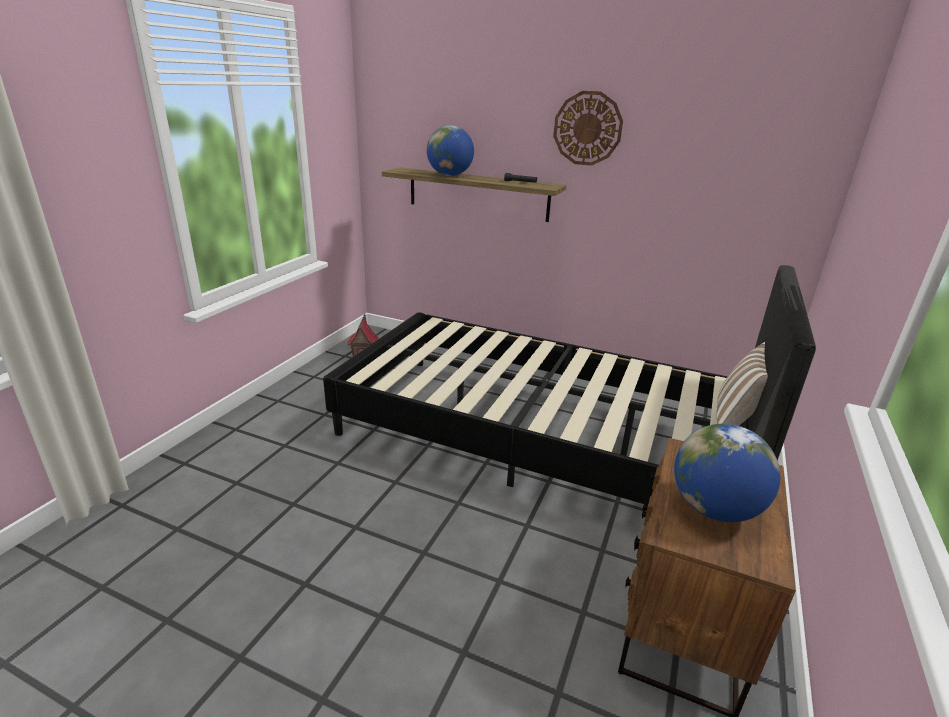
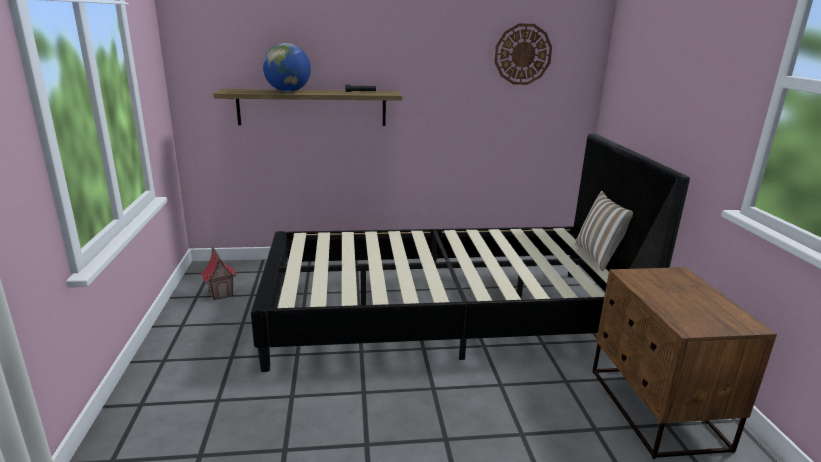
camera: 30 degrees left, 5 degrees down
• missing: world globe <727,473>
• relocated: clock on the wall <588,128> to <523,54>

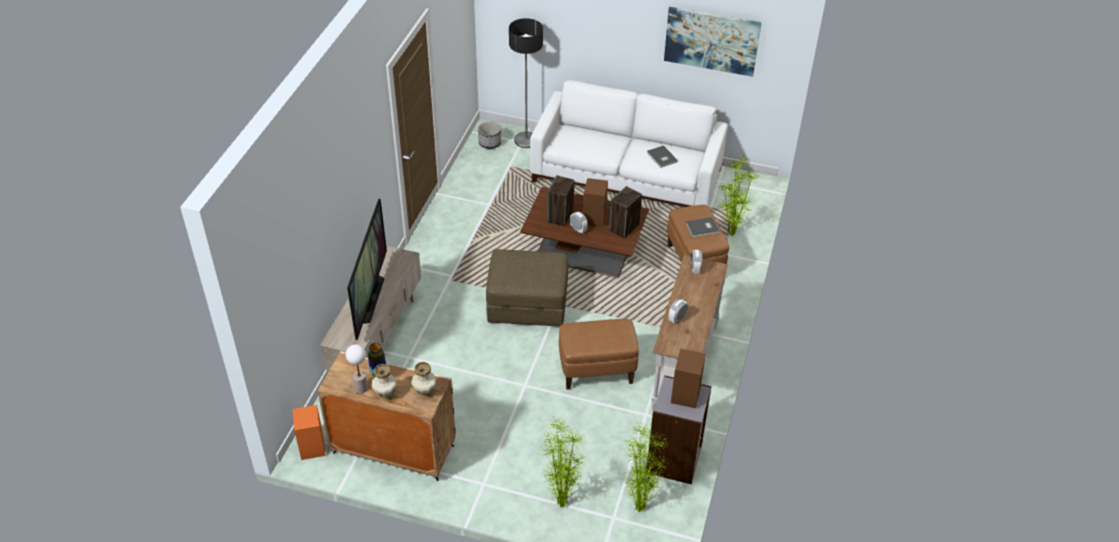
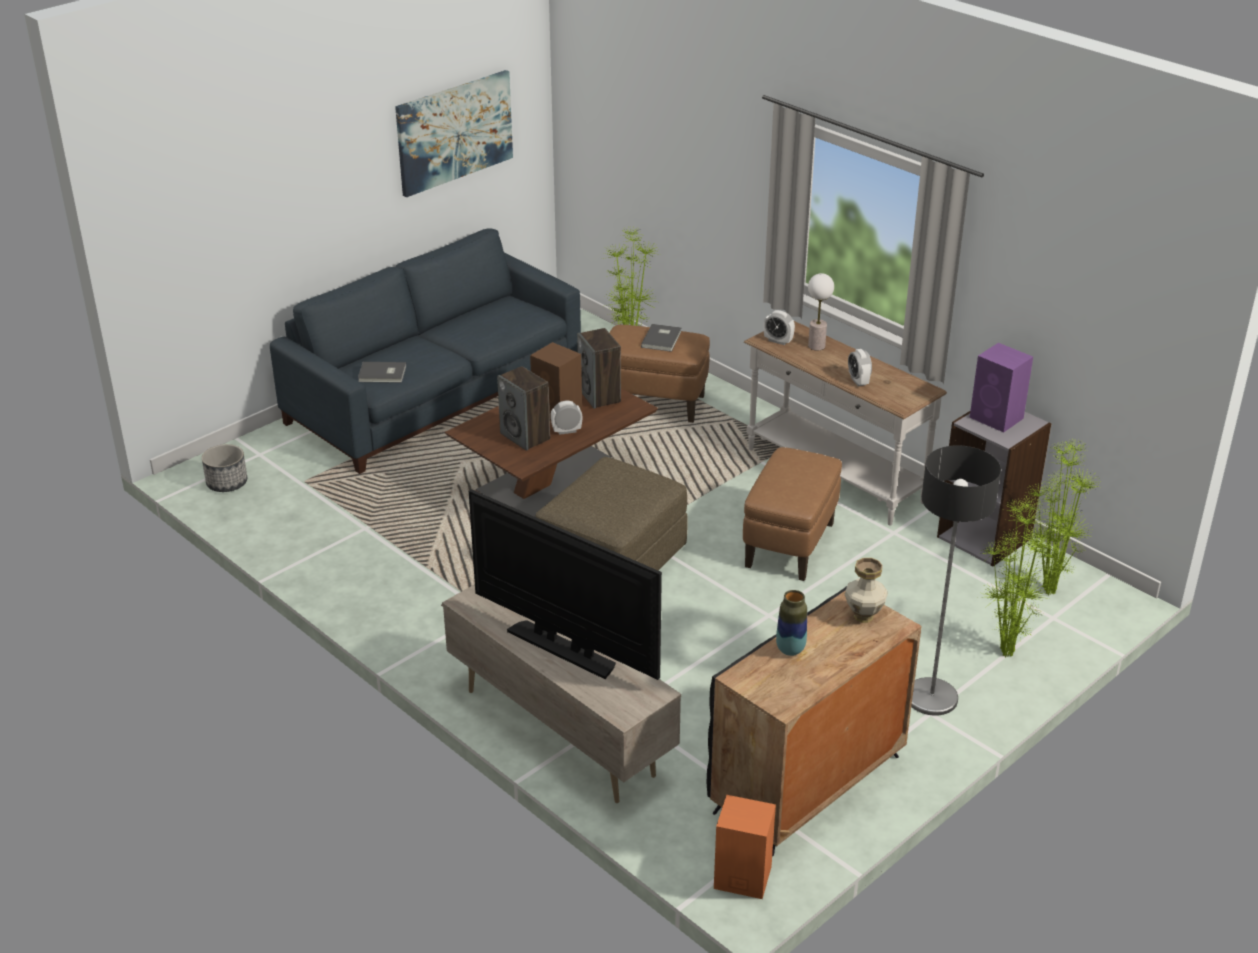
camera: 60 degrees left, 10 degrees down
• missing: decorative vase <384,382>
• relocated: table lamp <357,368> to <821,311>
• relocated: standing lamp <526,83> to <956,580>
• relocated: grey book <662,156> to <382,372>
• colour: beige-coloured storage cabinet <387,416> to black storage cabinet <814,721>
• colour: white-coloured couch <629,143> to blue couch <425,351>
• colour: brownish speaker <688,378> to purplish speaker <1001,387>

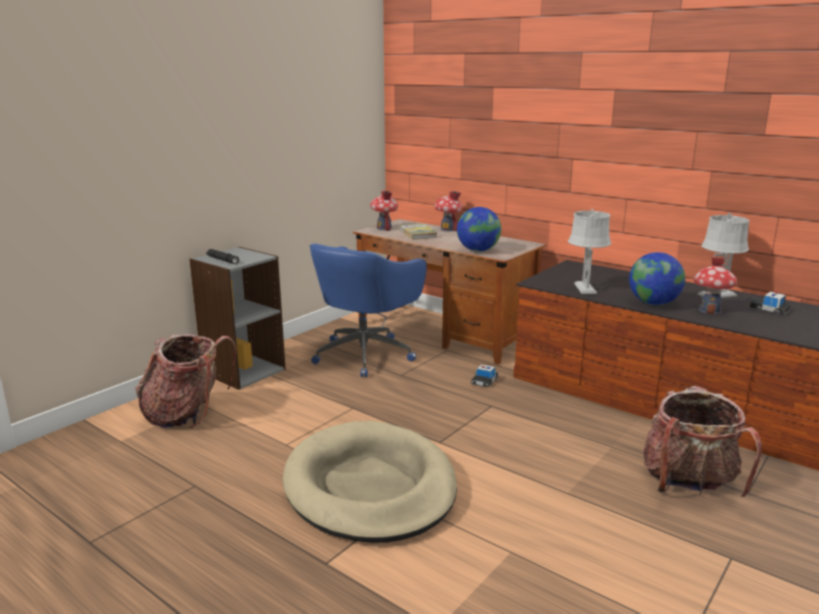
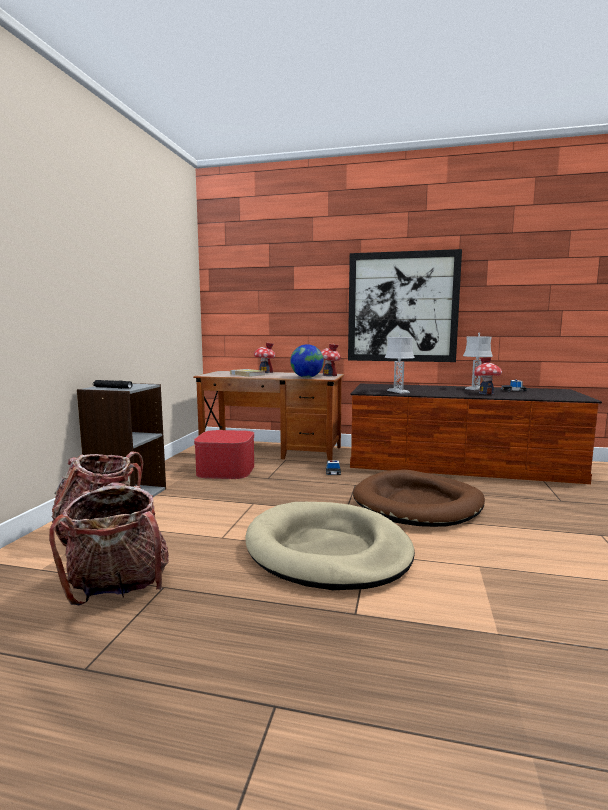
camera: 25 degrees left, 10 degrees down
• missing: world globe <657,278>
• appeared: wall art <405,305>
• appeared: brownish dog bed <419,498>
• relocated: toy house <384,210> to <331,360>
• relocated: backpack <702,442> to <109,543>
• exchanged: blue office chair <368,310> to ottoman <224,454>

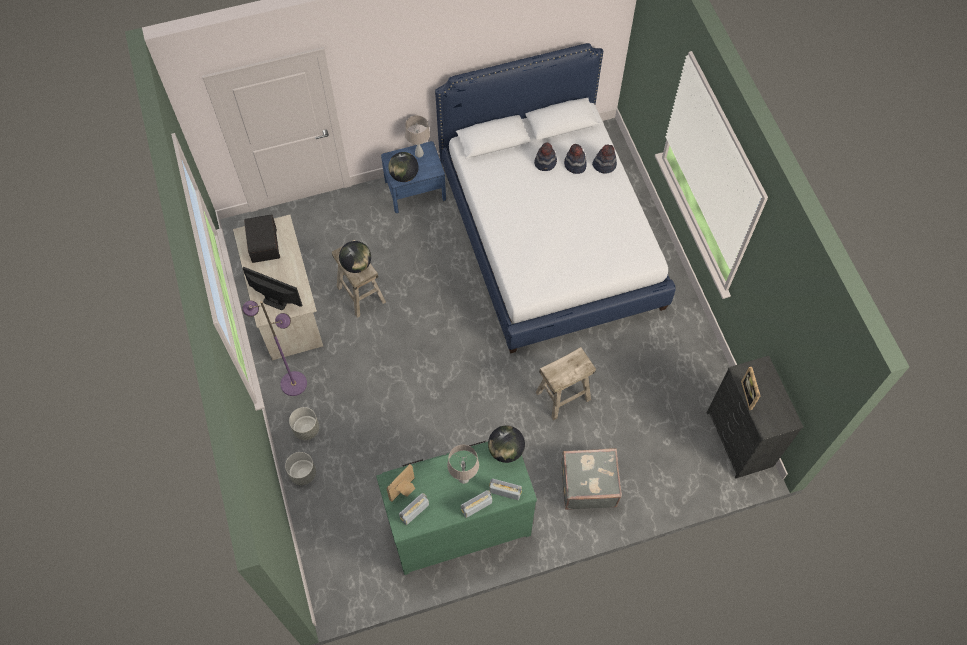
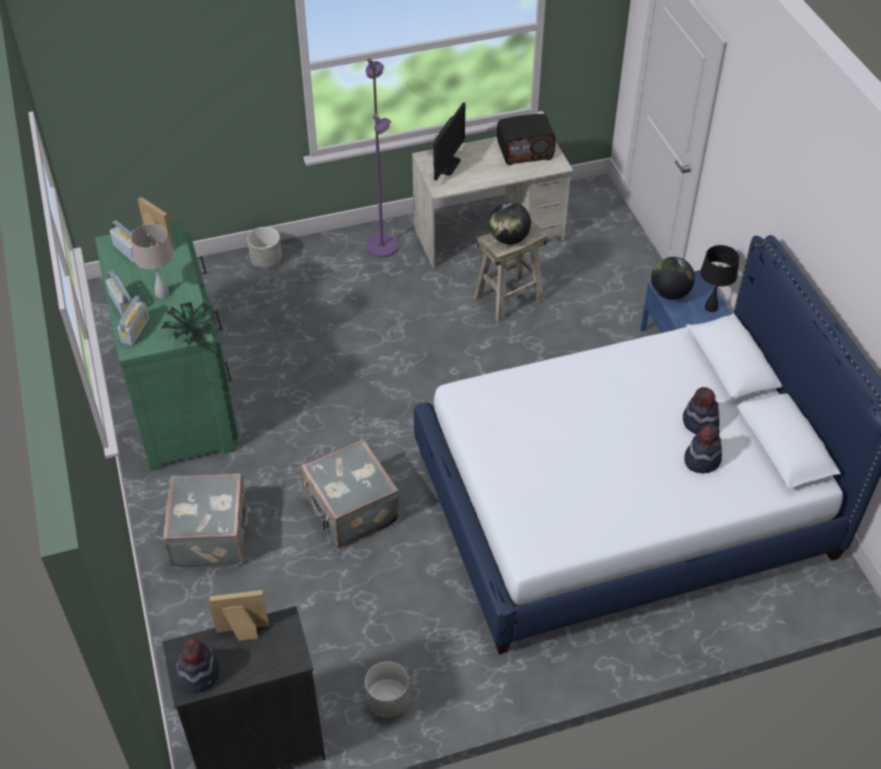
camera: 90 degrees right, 15 degrees down
• relocated: grey flower pot <304,423> to <387,689>
• relocated: hat <604,159> to <197,665>
• exchanged: world globe <506,444> to houseplant <190,324>
• exchanged: beige-coloured stool <566,383> to grey suitcase <350,494>
• colour: beige-coloured table lamp <417,136> to black table lamp <720,278>

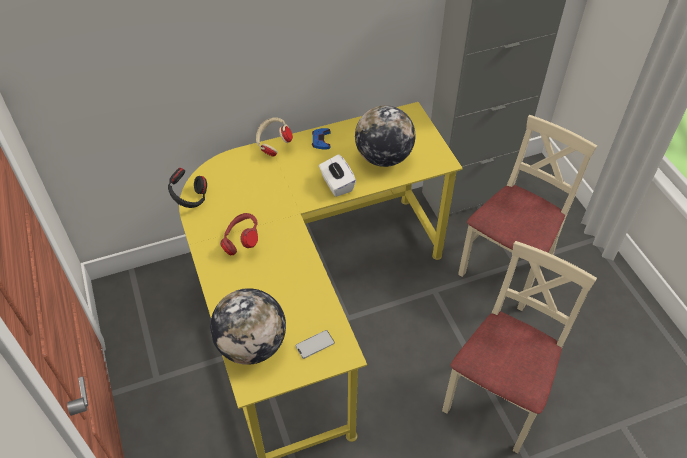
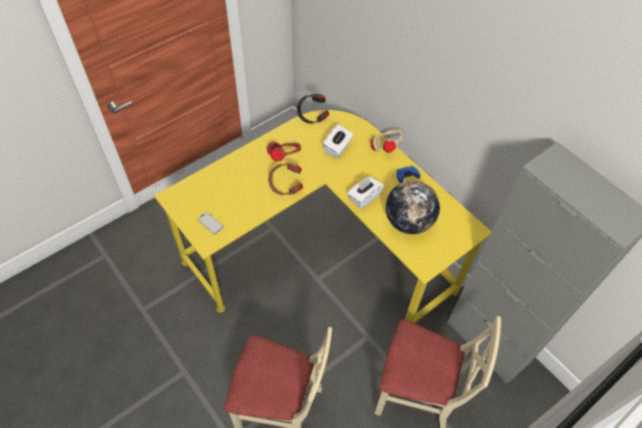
camera: 70 degrees right, 5 degrees up
• missing: world globe <248,326>
• appeared: brownish headphones <285,179>
• appeared: white-coloured box of tissues <338,141>

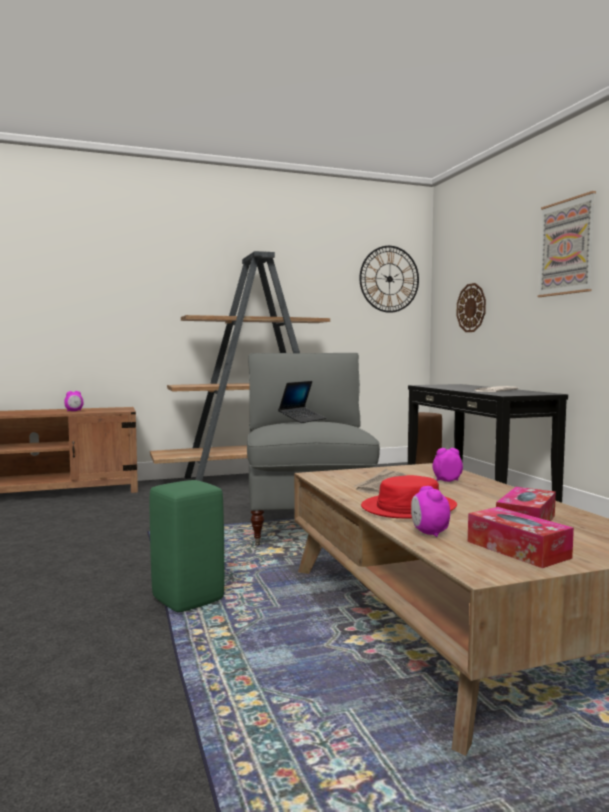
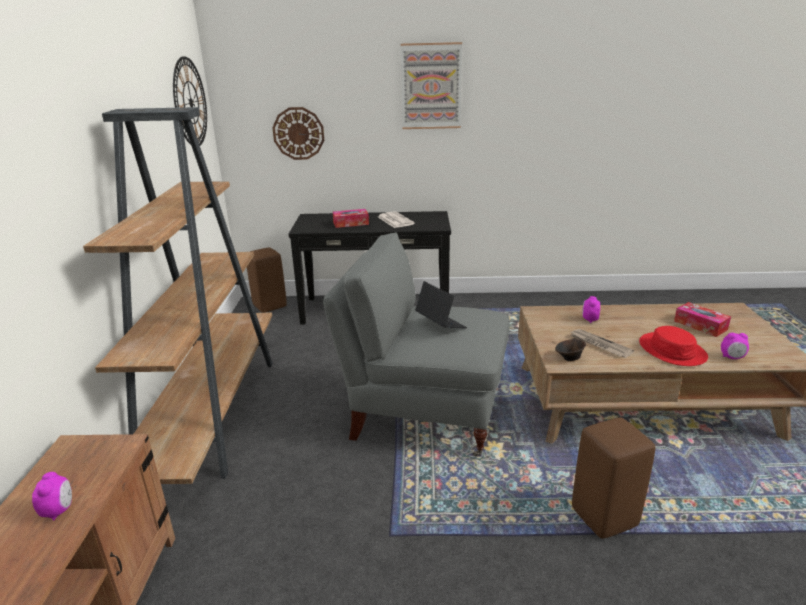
camera: 70 degrees left, 20 degrees up
• appeared: brownish serving bowl <570,349>
• relocated: box of tissues <521,537> to <351,218>
• colour: green-coloured stool <187,546> to brownish stool <613,478>

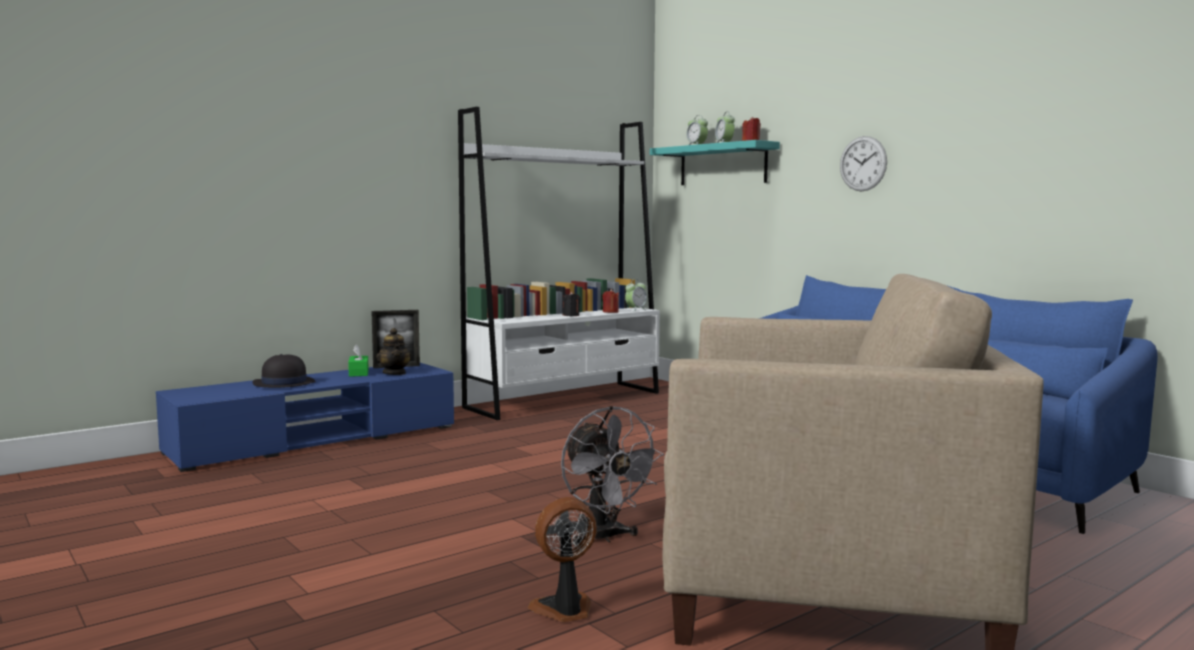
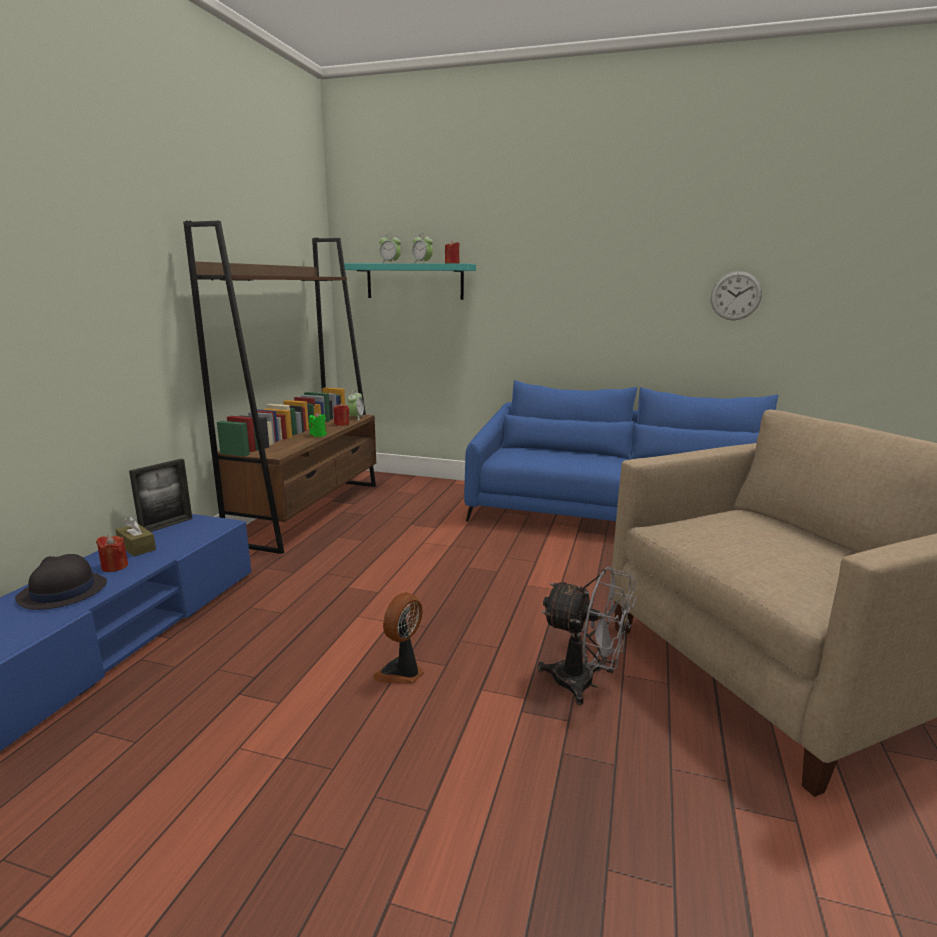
camera: 35 degrees left, 10 degrees up
• missing: teapot <394,351>
• appeared: red-coloured wax light <112,553>
• relocated: electric fan <562,559> to <399,638>
• relocated: clock on the wall <863,163> to <736,295>
• colour: green-coloured box of tissues <358,360> to brownish box of tissues <136,536>
• colour: white-coloured bookshelf <559,264> to brownish bookshelf <279,387>
• colour: black wax light <571,304> to green-coloured wax light <318,424>

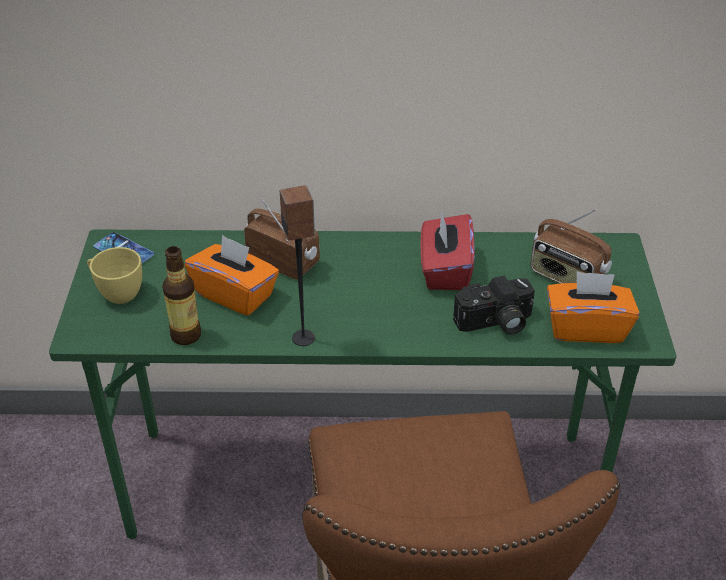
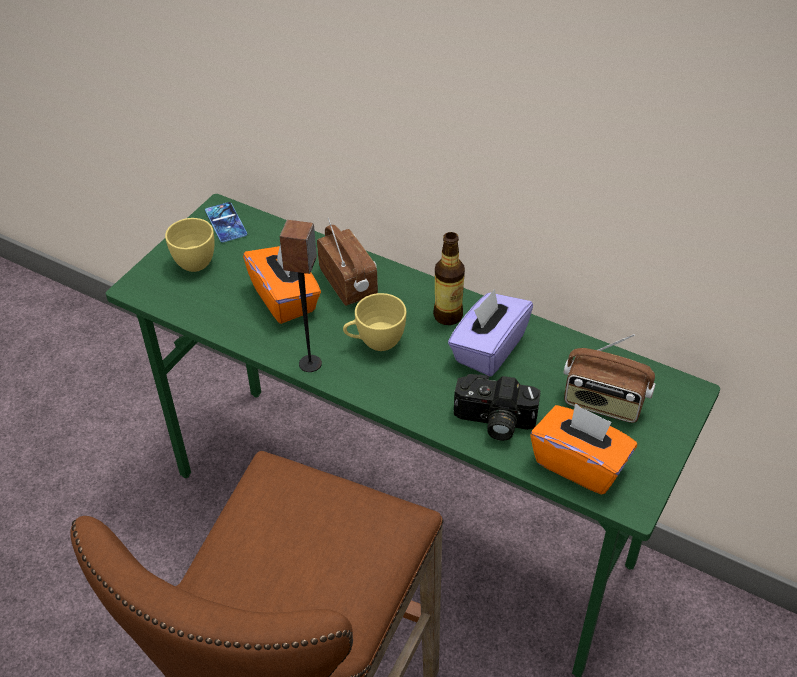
camera: 30 degrees right, 5 degrees up
• appeared: yellow small cup <374,322>
• relocated: drink bottle <181,295> to <449,278>
• colour: red-coloured box of tissues <448,250> to purplish box of tissues <490,332>
• spun: radio set <571,246> = <609,378> 45 degrees counterclockwise

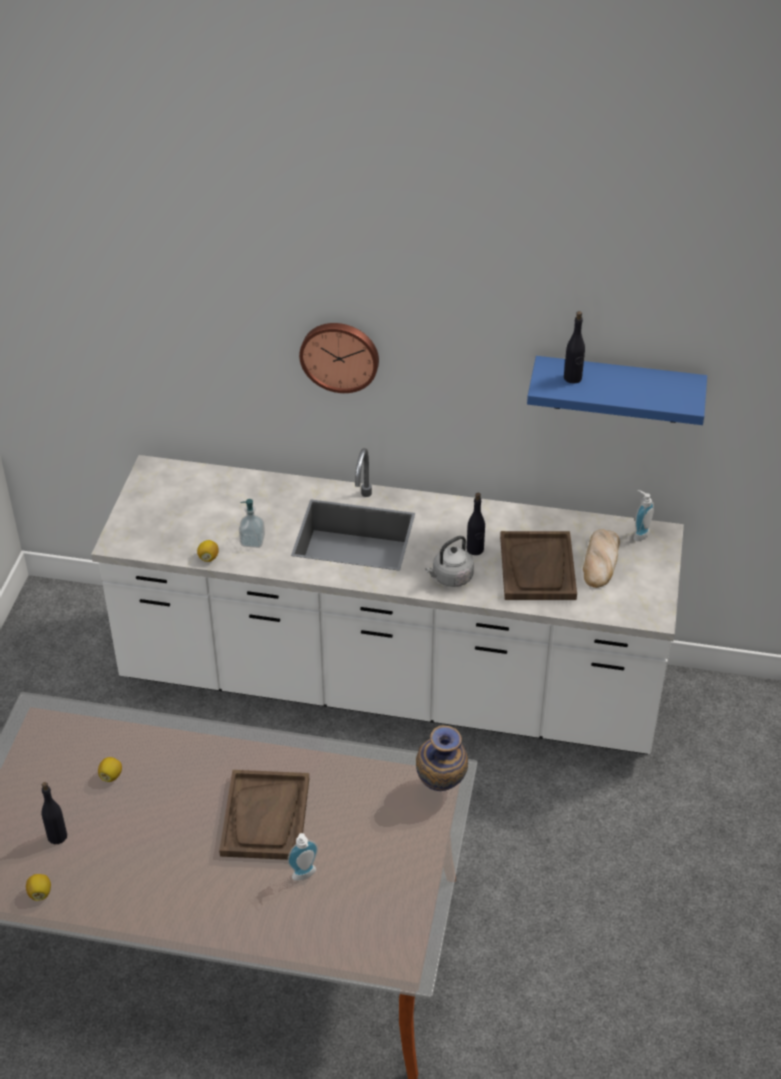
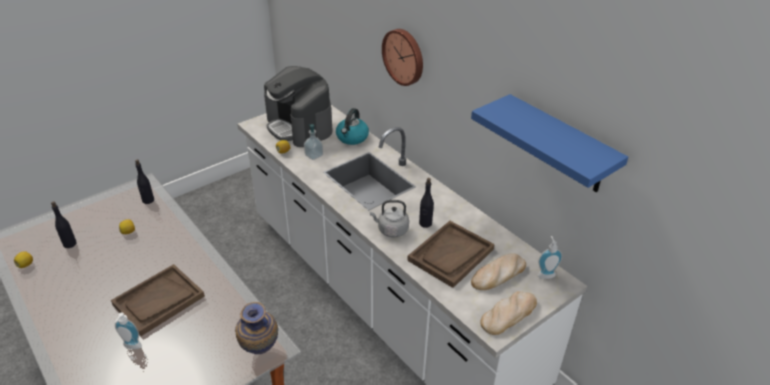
camera: 40 degrees right, 5 degrees down
• appeared: coffee machine <298,106>
• appeared: water kettle <352,126>
• appeared: bakery bread <508,313>
• relocated: black drink bottle <574,347> to <144,181>

